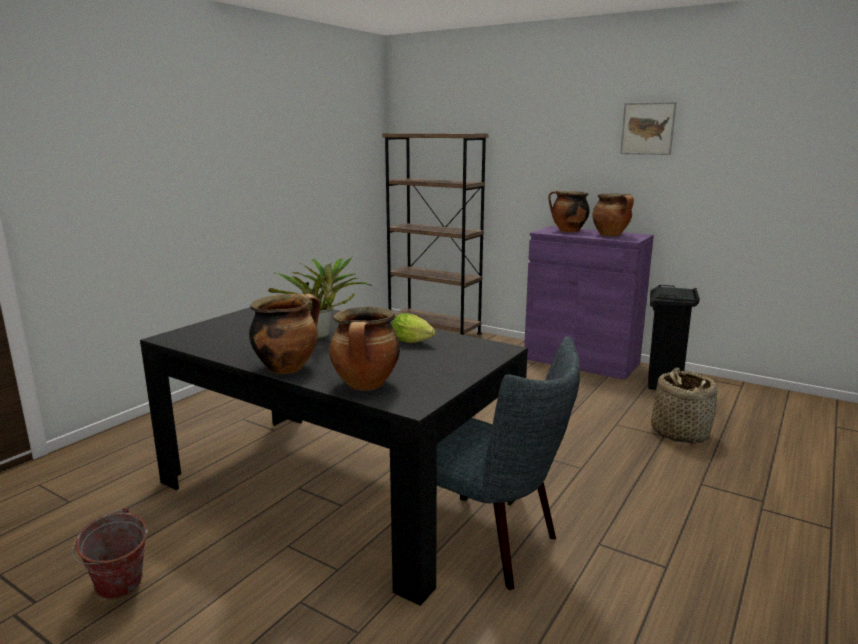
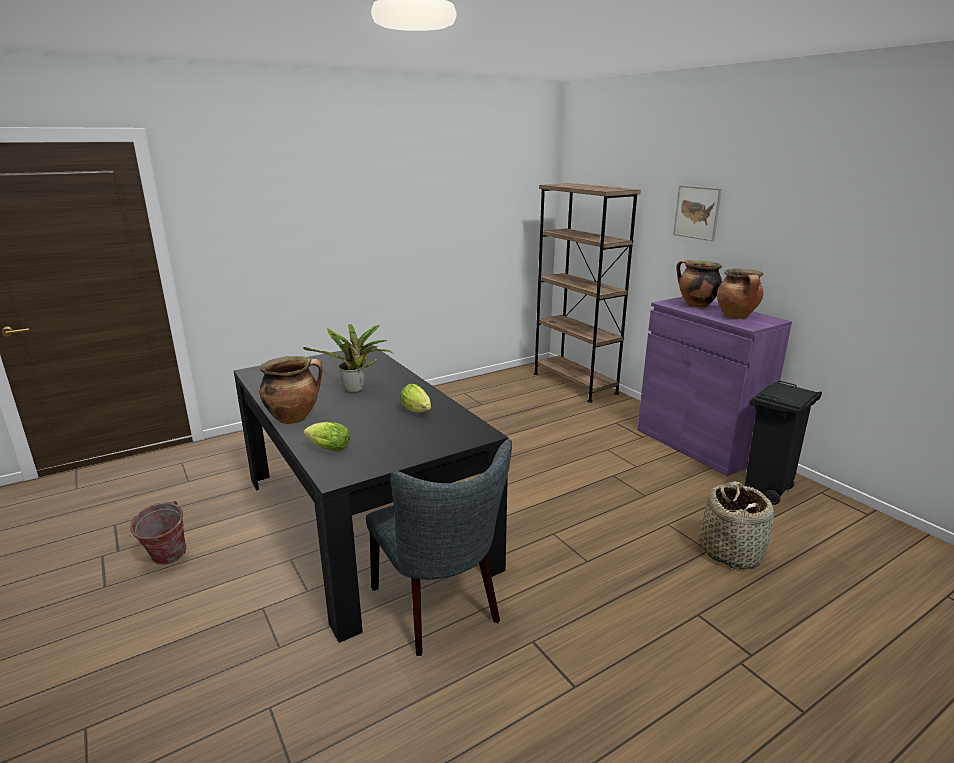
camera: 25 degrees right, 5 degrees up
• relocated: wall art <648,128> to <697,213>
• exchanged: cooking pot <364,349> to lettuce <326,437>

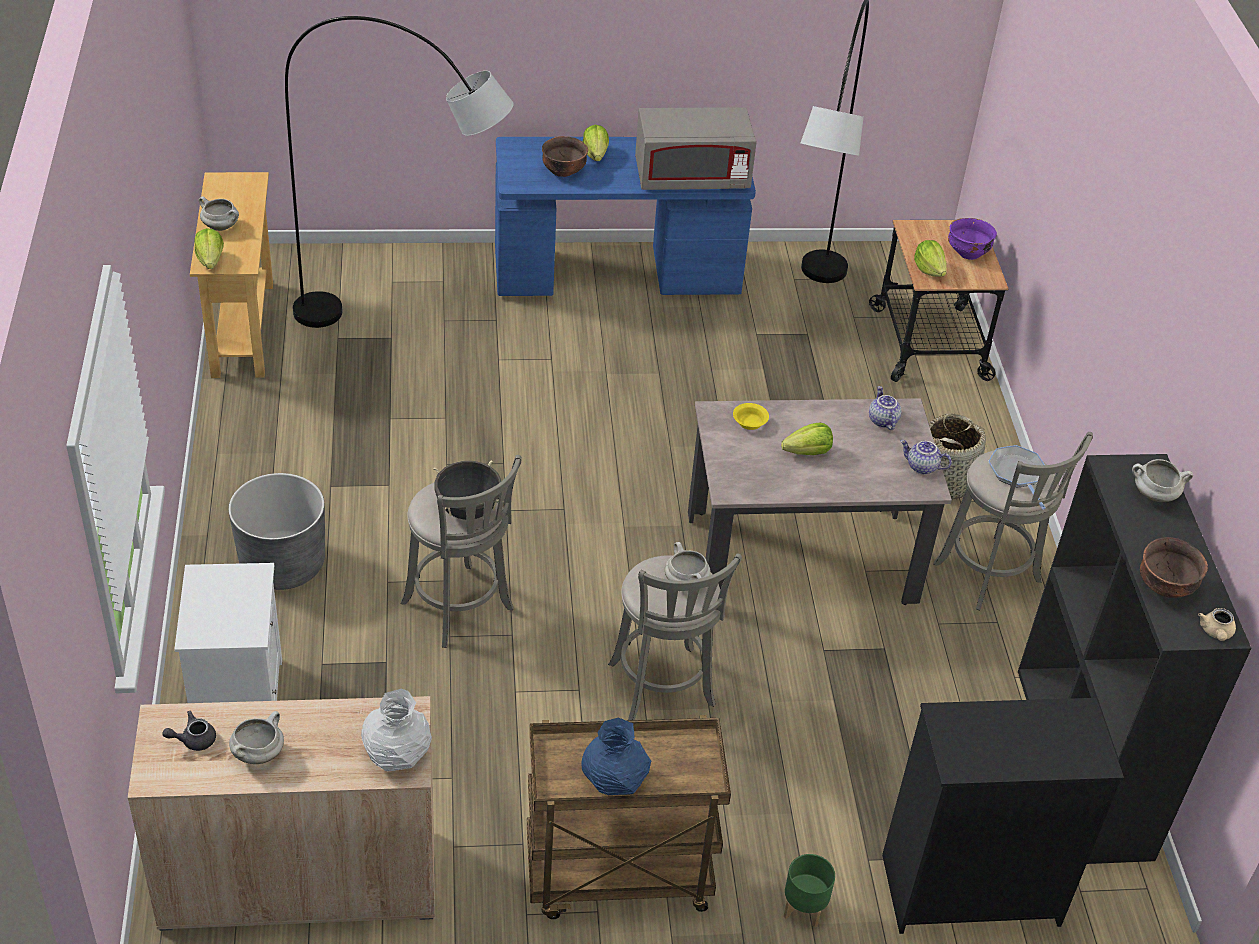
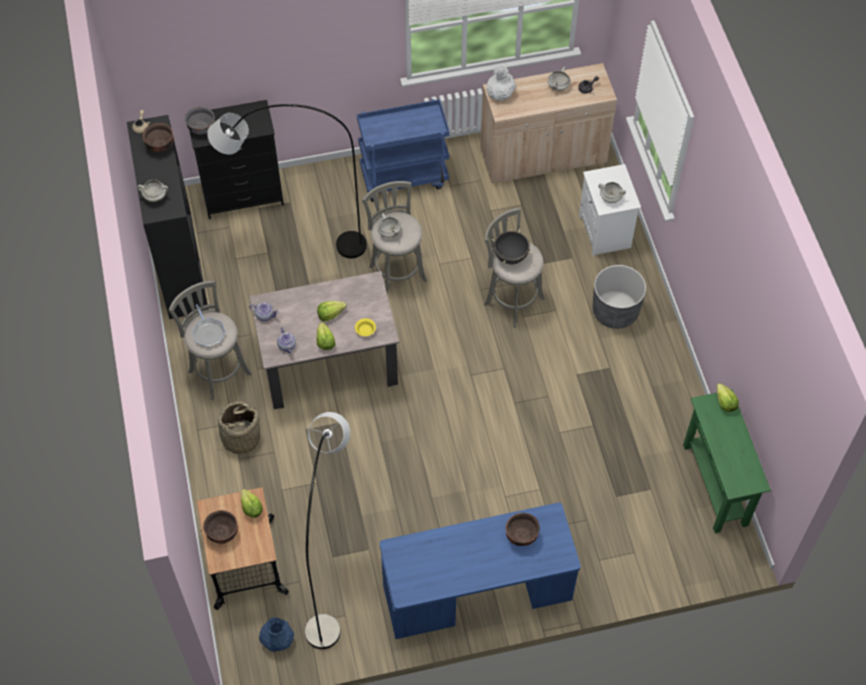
camera: 175 degrees right, 15 degrees up
• missing: grey microwave <696,149>
• missing: green-coloured flower pot <809,891>
• appeared: grey serving bowl <200,120>
• relocated: white-coloured cooking pot <218,214> to <612,192>
• relocated: grey standing lamp <399,172> to <287,181>
• relocated: blue decorative vase <616,756> to <276,634>
• relocated: lettuce <596,142> to <325,336>
• colour: beige-coloured narrow table <231,275> to green-coloured narrow table <727,461>
• colour: brownish wheeled cart <628,817> to blue wheeled cart <403,150>
• colour: purplish serving bowl <972,239> to brownish serving bowl <220,527>

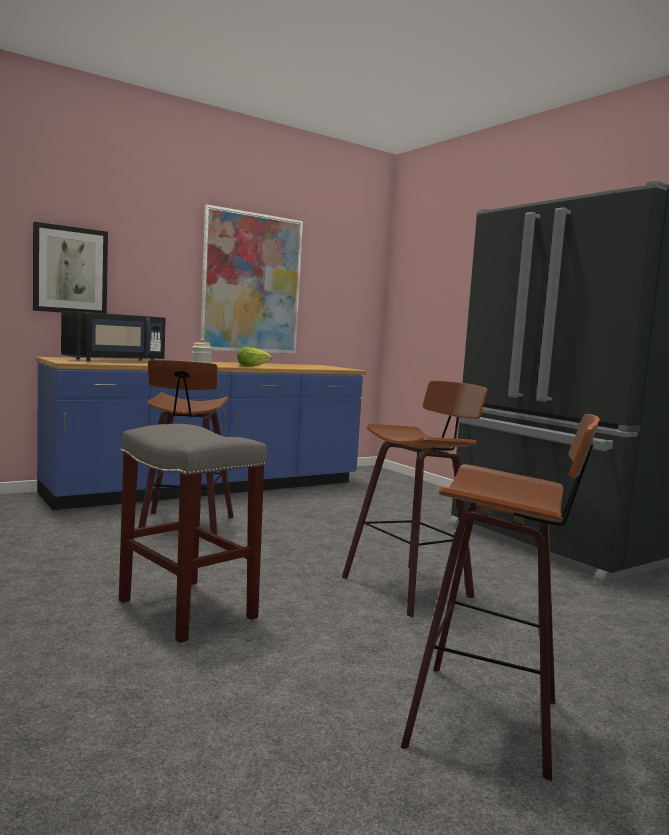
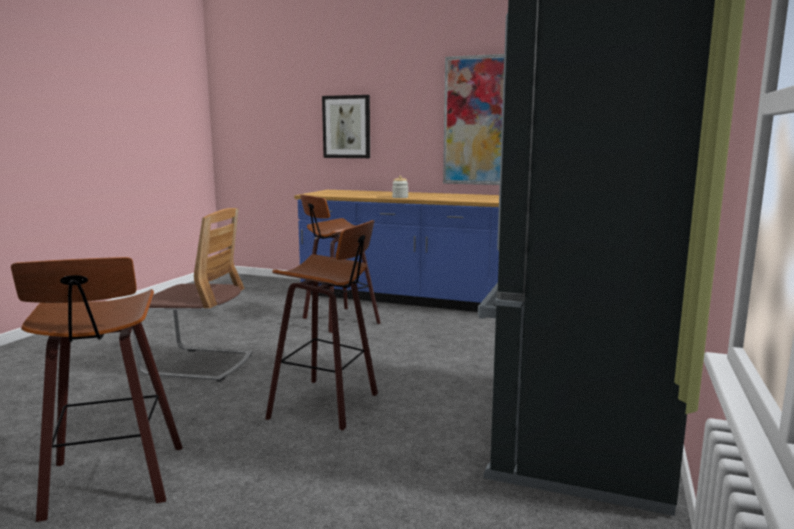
camera: 55 degrees right, 5 degrees up
• missing: black microwave <113,336>
• missing: lettuce <255,356>
• exchanged: grey stool <193,533> to plain chair <192,295>

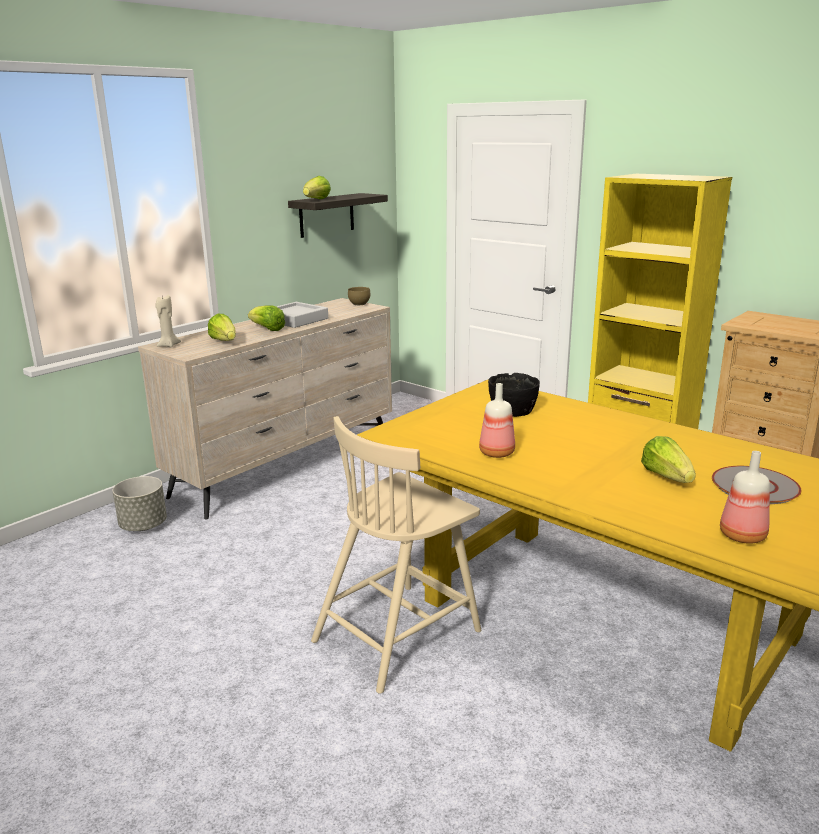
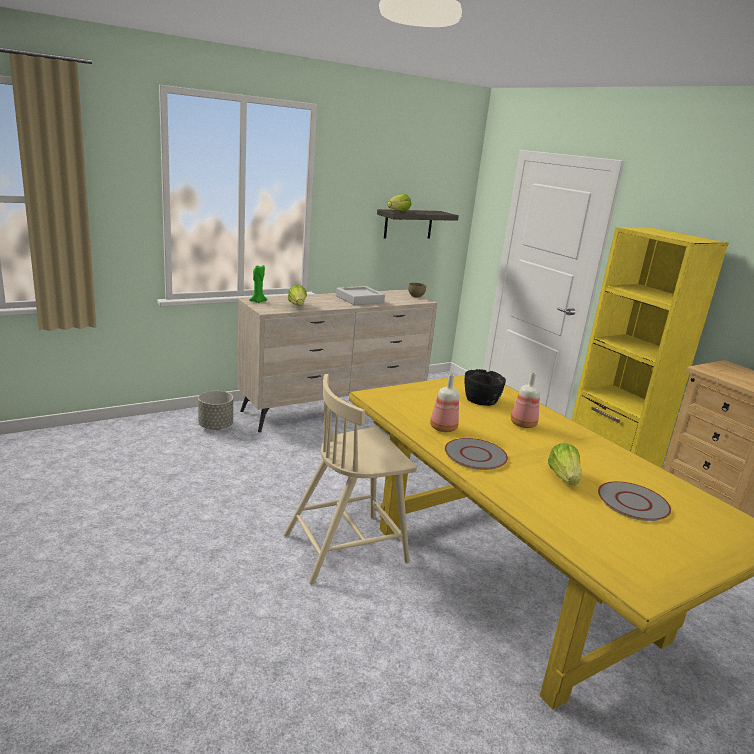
camera: 15 degrees right, 0 degrees up
• missing: lettuce <266,318>
• appeared: grey plate <476,454>
• relocated: drink bottle <745,497> to <525,400>
• colour: beige-coloured wax light <168,321> to green-coloured wax light <258,284>

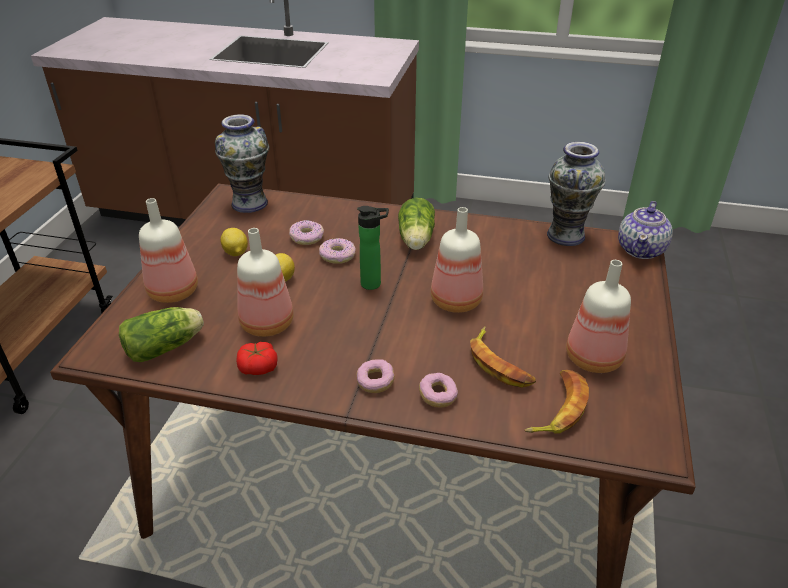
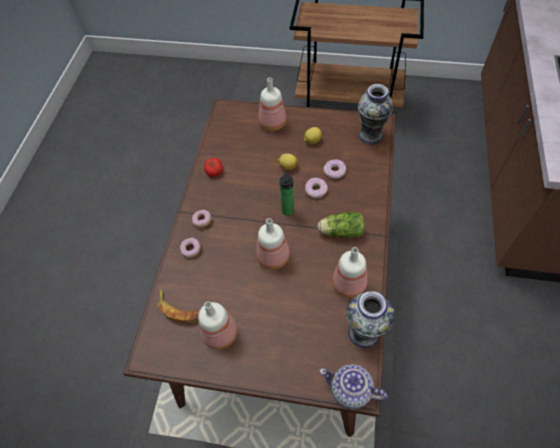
camera: 90 degrees right, 20 degrees up
• missing: lettuce <161,334>
• missing: banana <503,357>
• relocated: drink bottle <265,282> to <349,272>

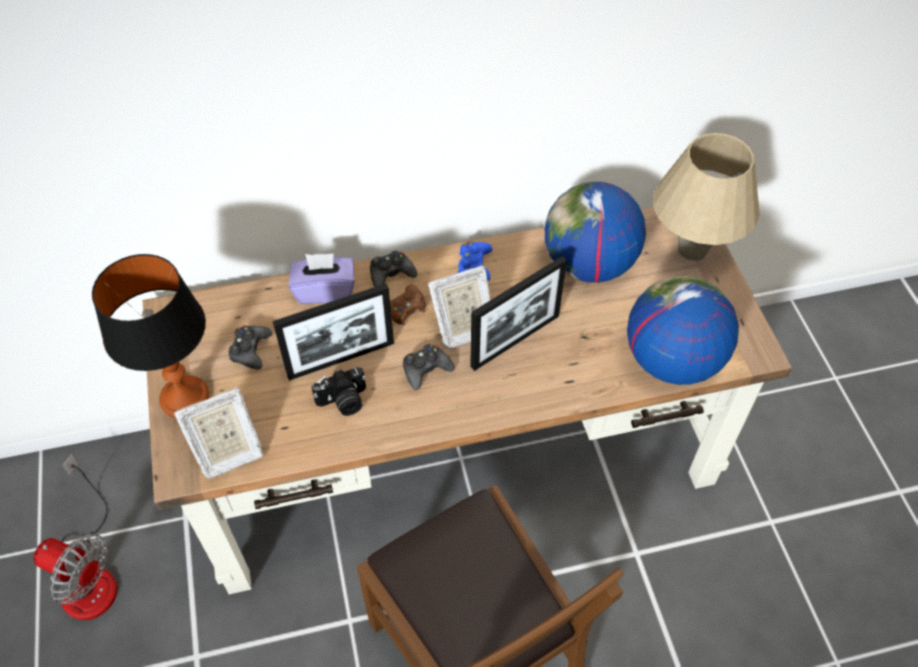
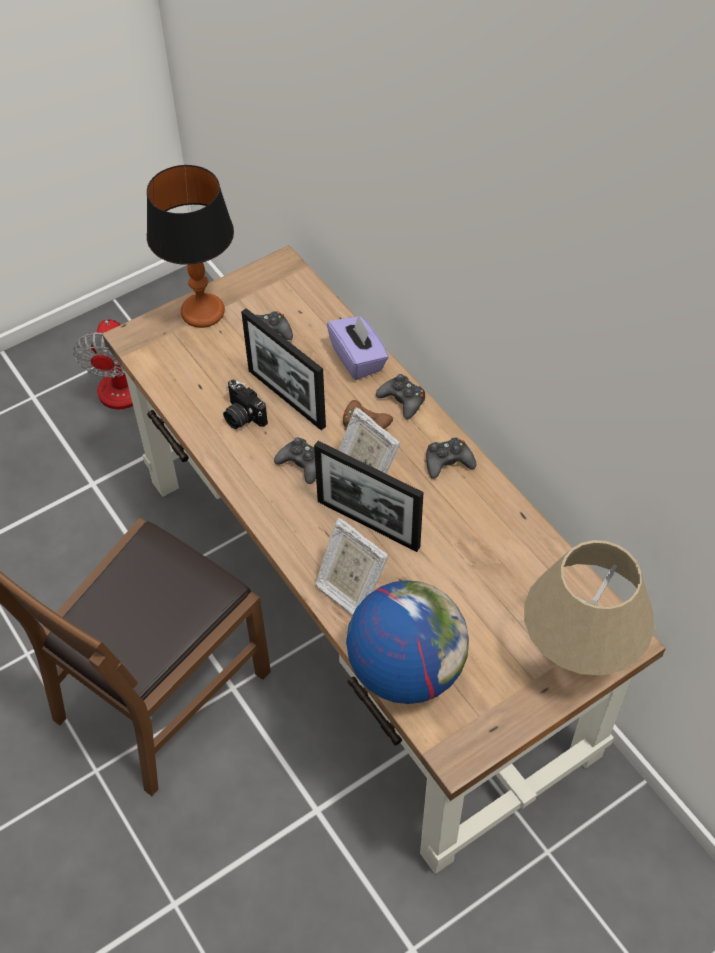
camera: 70 degrees right, 0 degrees up
• missing: world globe <595,232>
• relocated: picture frame <219,433> to <351,567>
• colour: blue game controller <475,261> to black game controller <451,458>

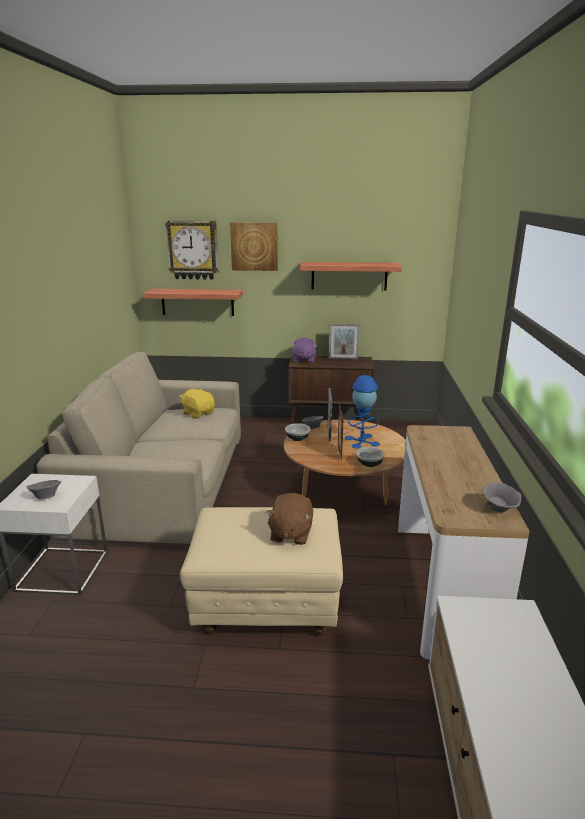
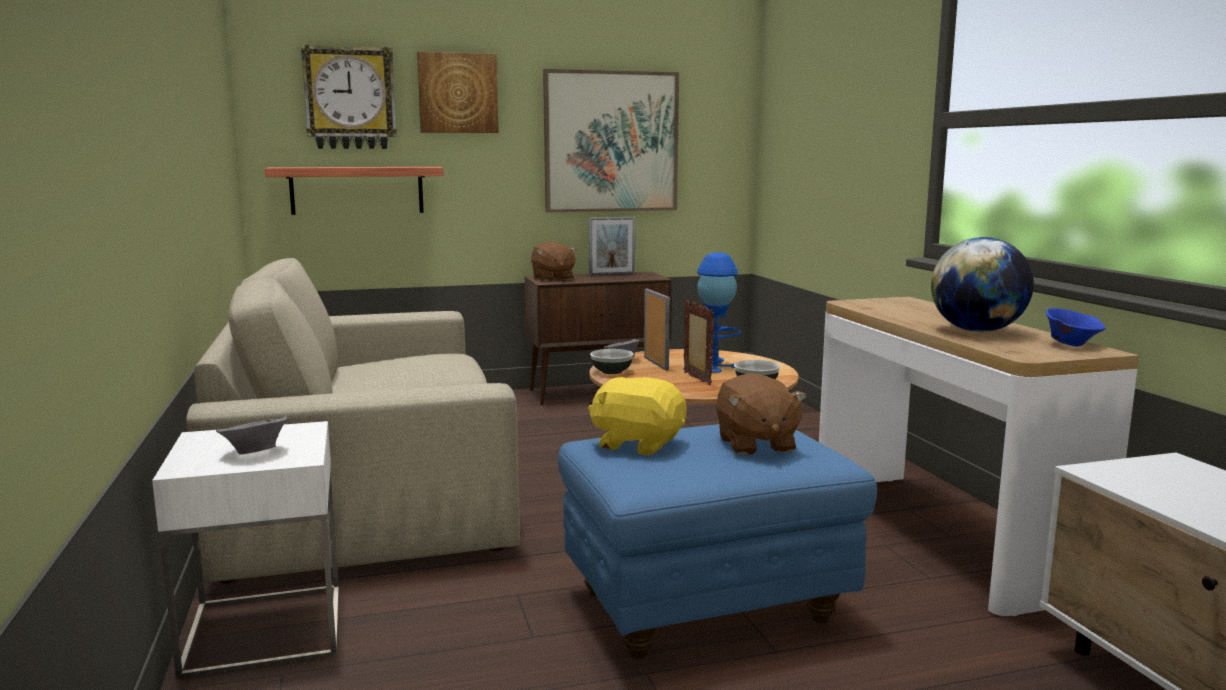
camera: 20 degrees left, 10 degrees down
• appeared: world globe <982,284>
• relocated: yellow cuddly toy <197,404> to <637,416>
• exchanged: wall shelf <351,276> to wall art <611,140>
• colour: beige-coloured ottoman <261,571> to blue ottoman <717,541>
• colour: purplish cuddly toy <305,350> to brownish cuddly toy <554,261>
• colour: grey serving bowl <502,497> to blue serving bowl <1075,327>

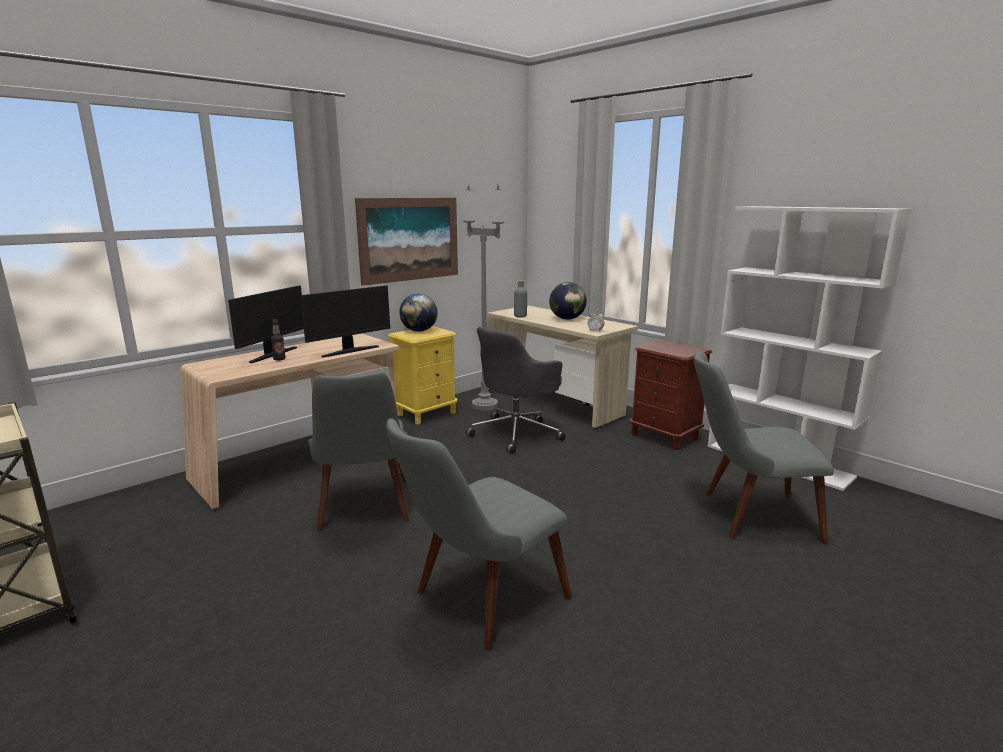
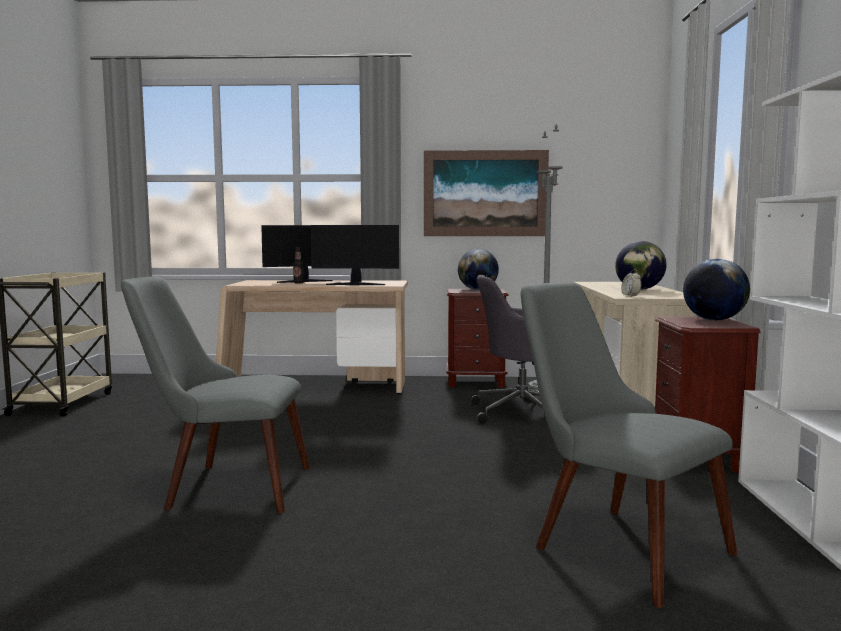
camera: 45 degrees right, 10 degrees down
• missing: grey plain chair <358,451>
• missing: grey drink bottle <520,299>
• appeared: world globe <716,289>
• colour: yellow night table <423,375> to brownish night table <477,338>

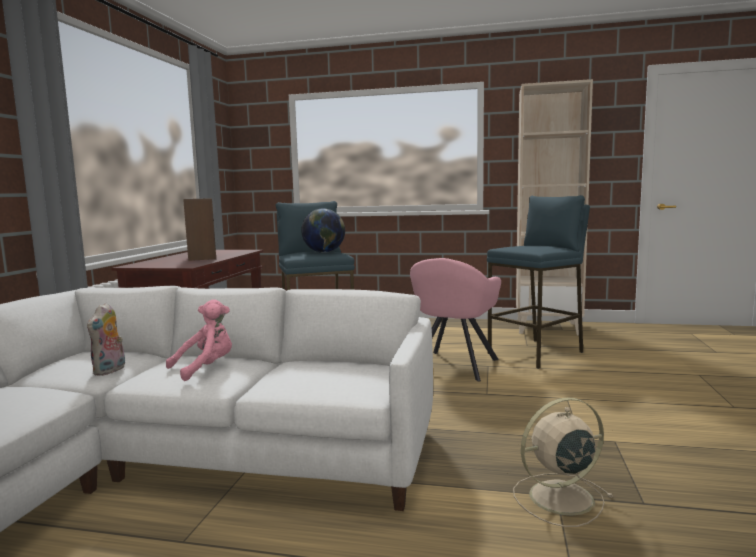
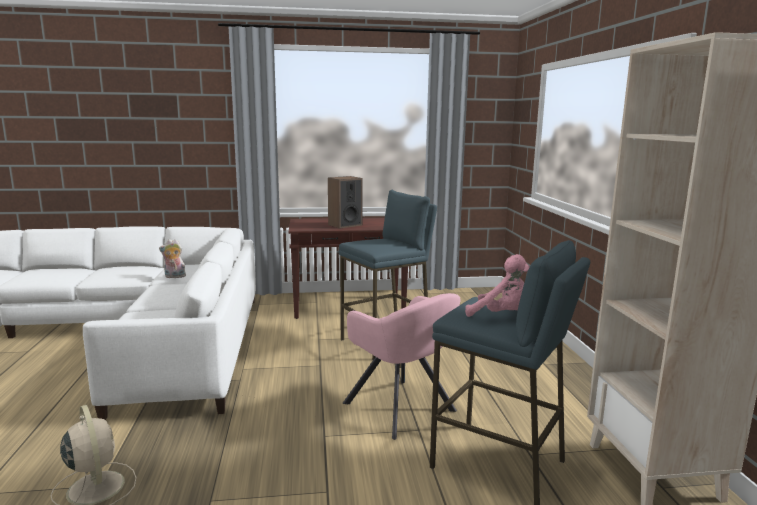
camera: 70 degrees right, 5 degrees up
• missing: world globe <323,230>
• relocated: pinkish cuddly toy <199,340> to <497,285>
• spun: pinkish easy chair <455,319> = <402,366> 135 degrees counterclockwise

